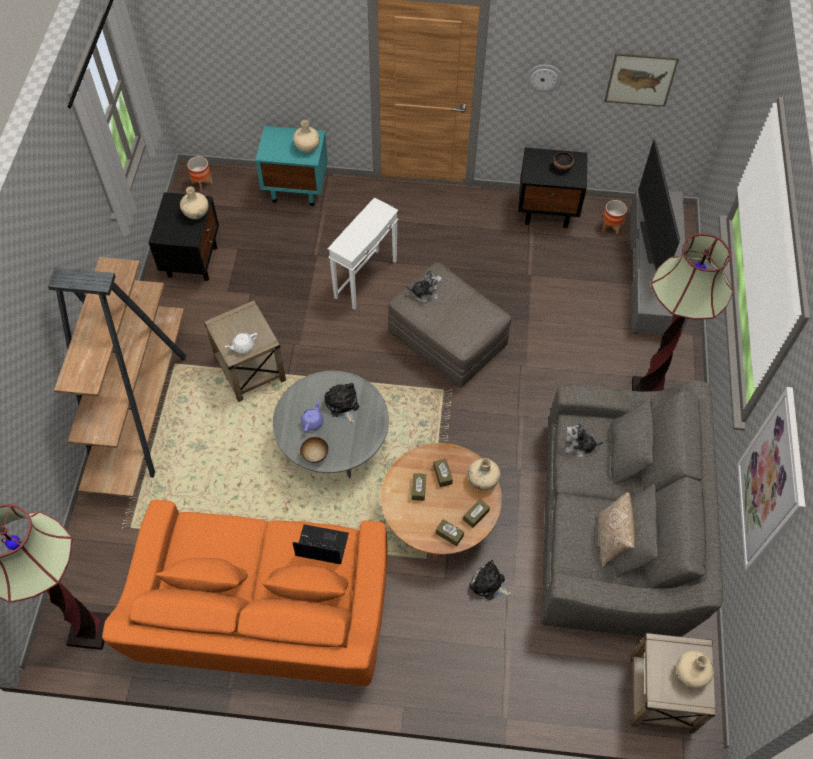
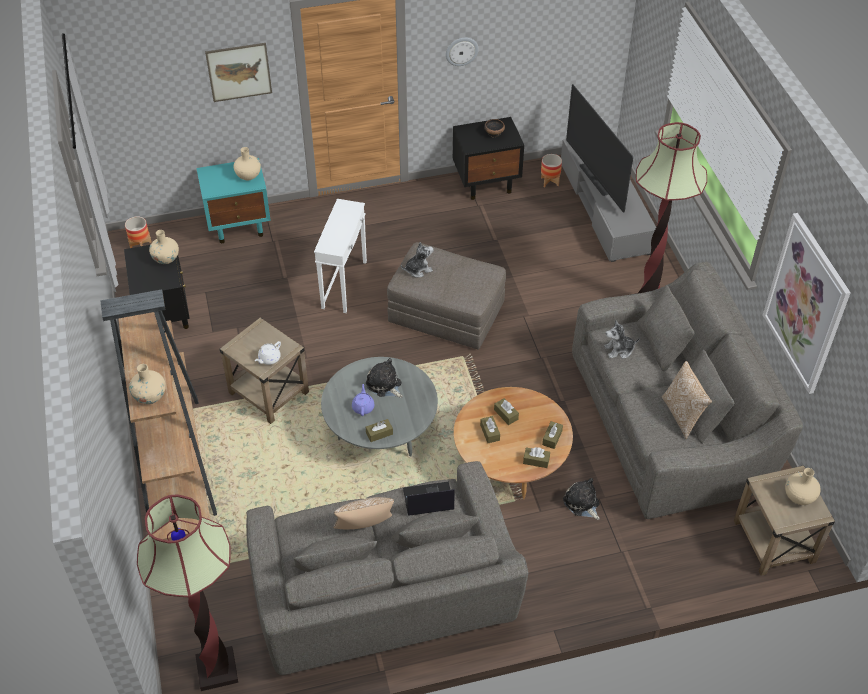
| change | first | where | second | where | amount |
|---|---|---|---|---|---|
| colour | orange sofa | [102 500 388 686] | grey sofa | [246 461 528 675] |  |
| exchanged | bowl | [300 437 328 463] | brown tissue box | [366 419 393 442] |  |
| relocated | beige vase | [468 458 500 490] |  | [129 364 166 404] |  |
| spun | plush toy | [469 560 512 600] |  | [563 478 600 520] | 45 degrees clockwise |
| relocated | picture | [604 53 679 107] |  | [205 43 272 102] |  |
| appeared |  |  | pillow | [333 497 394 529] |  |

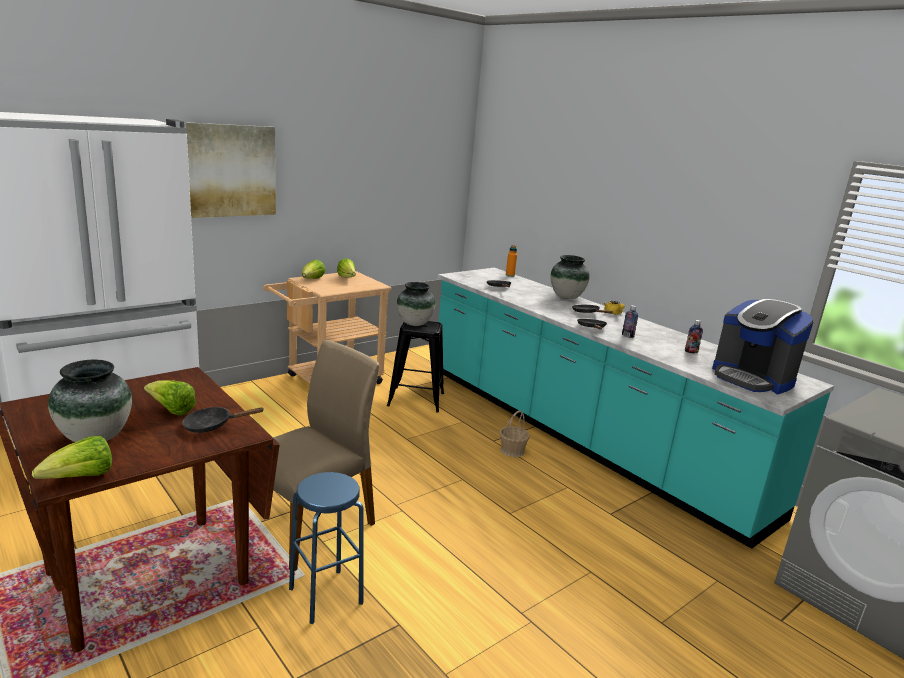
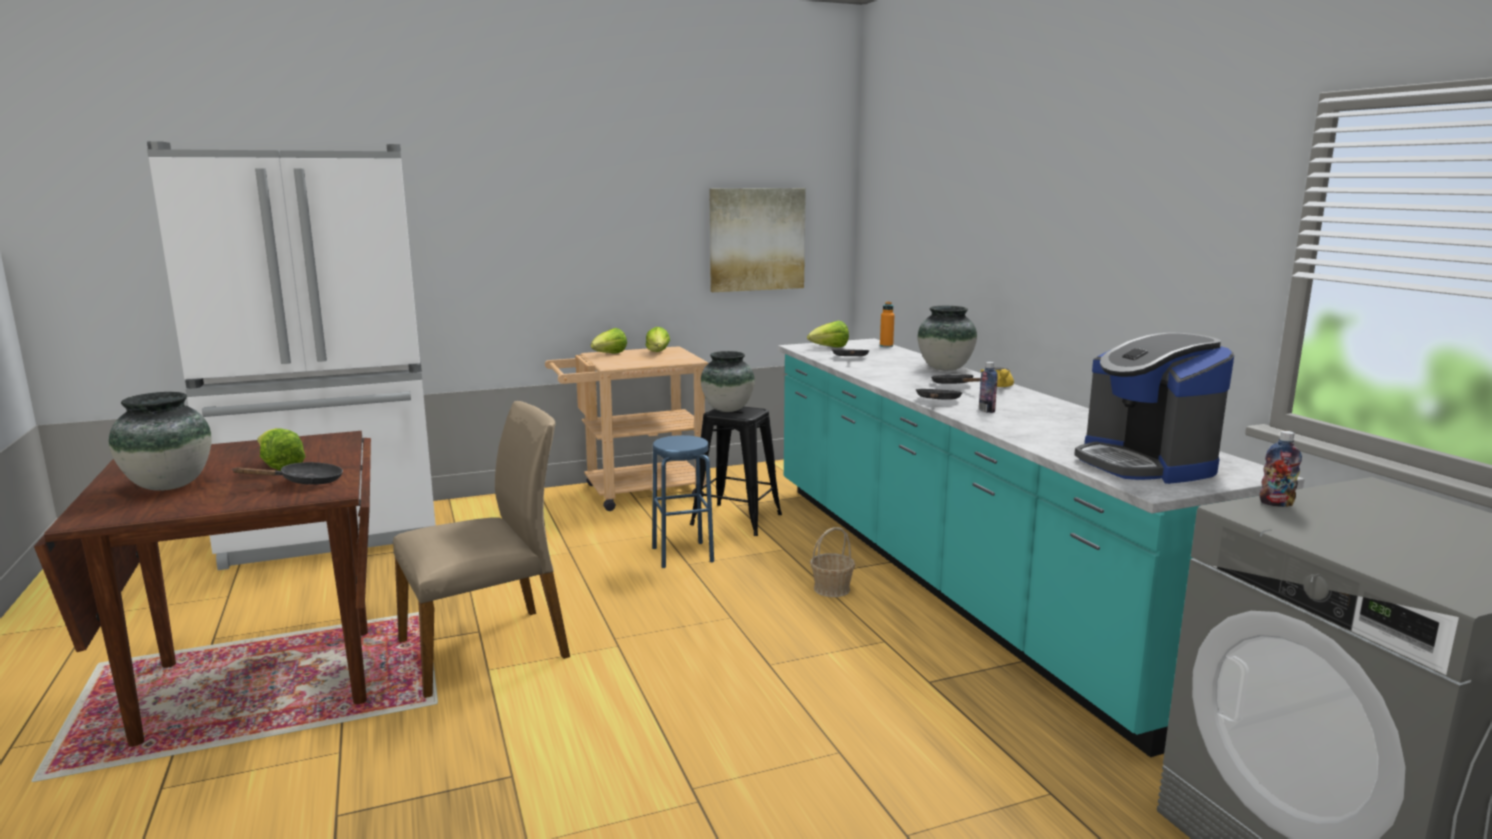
| change | first | where | second | where | amount |
|---|---|---|---|---|---|
| relocated | lettuce | [32 436 112 479] |  | [807 321 849 347] |  |
| spun | black frying pan | [182 407 264 433] |  | [231 462 343 485] | 150 degrees clockwise |
| relocated | picture | [186 122 276 218] |  | [710 188 806 292] |  |
| relocated | blue stool | [289 472 363 624] |  | [652 435 714 568] |  |
| relocated | bottle | [685 320 703 353] |  | [1260 431 1302 507] |  |

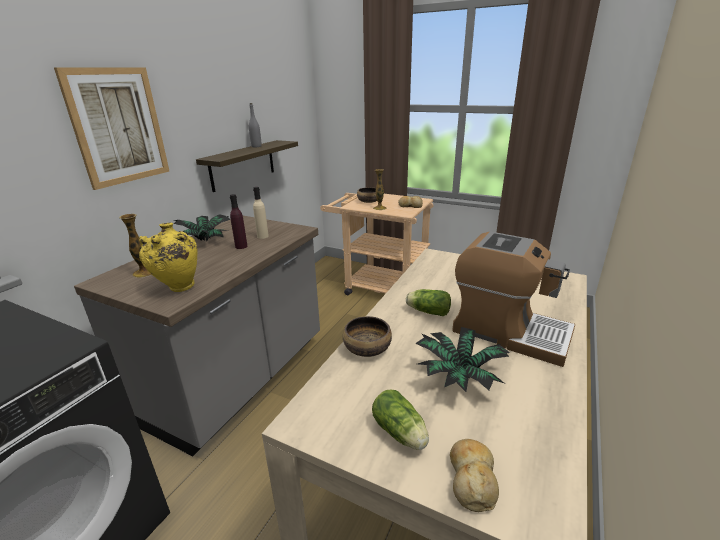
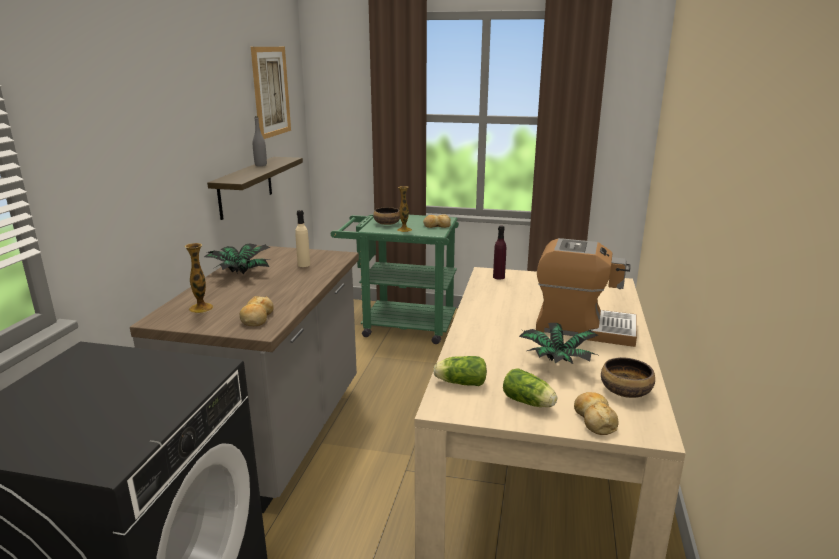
| change | first | where | second | where | amount |
|---|---|---|---|---|---|
| relocated | picture | [54 67 169 190] |  | [251 47 291 139] |  |
| exchanged | yellow vase | [139 223 198 292] | bread | [240 296 274 326] |  |
| relocated | purple bottle | [230 194 247 249] |  | [493 226 506 280] |  |
| colour | beige cart | [320 193 433 295] | green cart | [331 214 459 344] |  |
| relocated | bowl | [343 316 392 357] |  | [601 357 655 398] |  |
| relocated | lettuce | [406 289 451 316] |  | [433 356 487 386] |  |

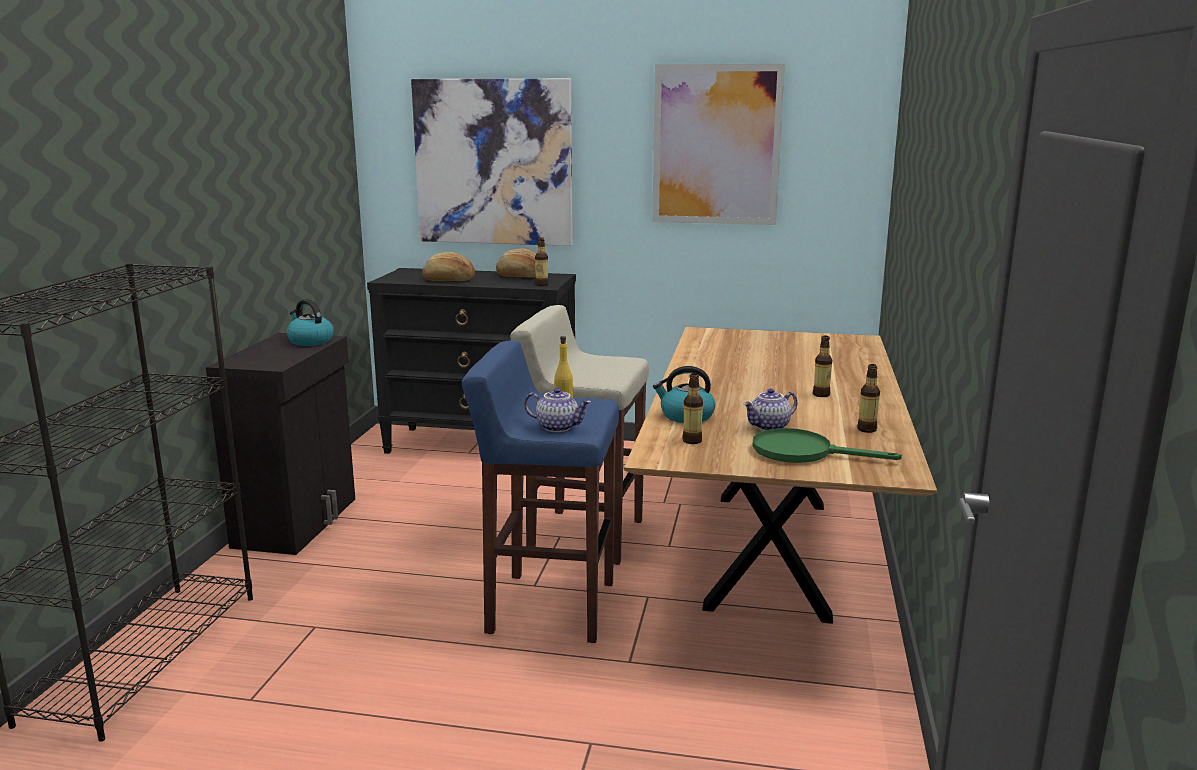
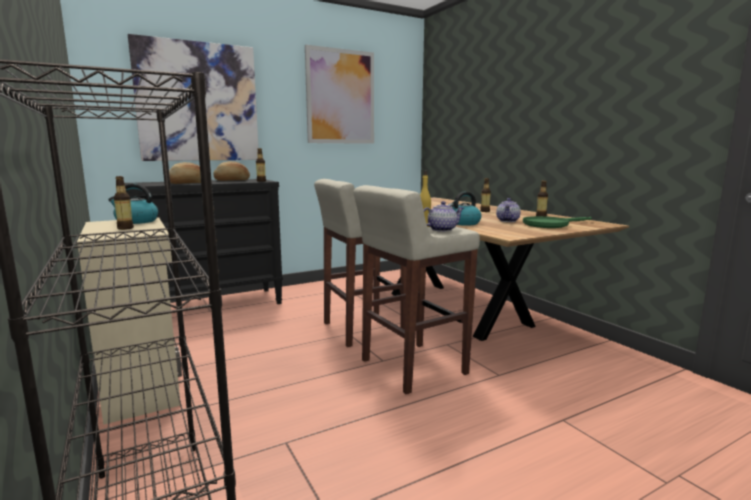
| change | first | where | second | where | amount |
|---|---|---|---|---|---|
| colour | black cabinet | [206 333 355 555] | beige cabinet | [77 217 182 425] |  |
| colour | blue stool | [462 340 619 643] | beige stool | [354 185 480 394] |  |
| relocated | bottle | [682 373 703 444] |  | [114 176 134 230] |  |

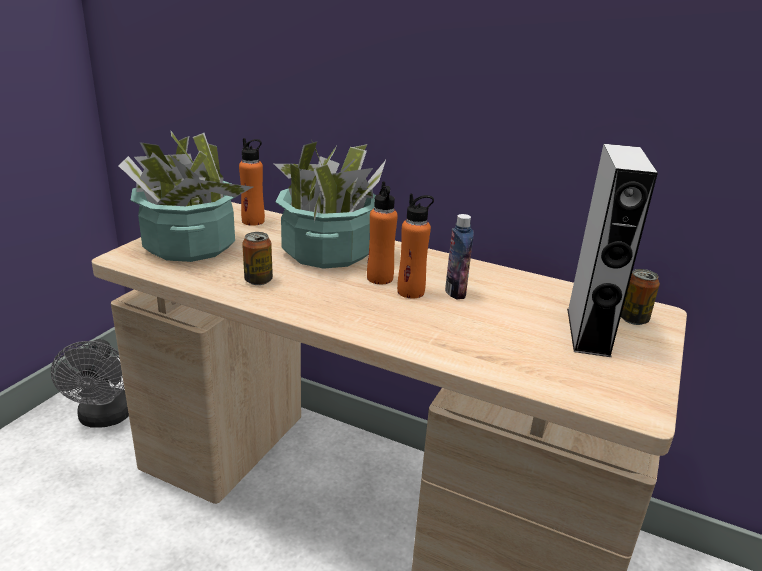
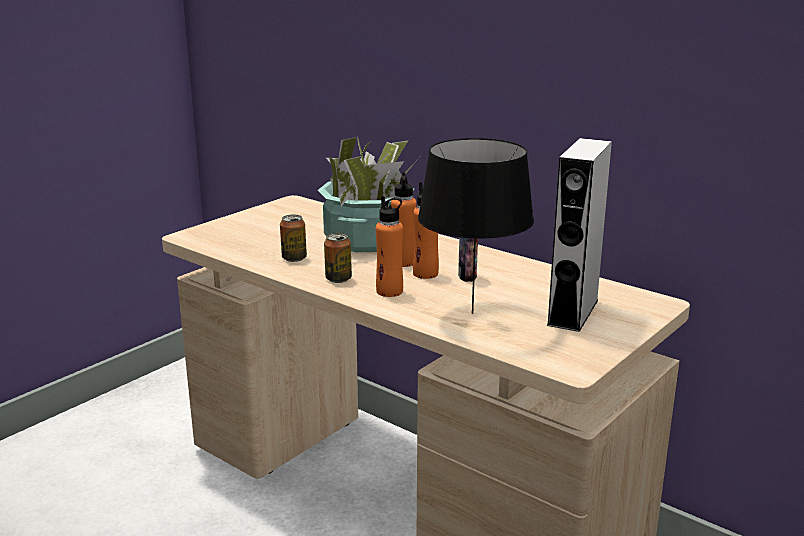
| change | first | where | second | where | amount |
|---|---|---|---|---|---|
| missing | grey fan | [51 339 129 428] |  |  |  |
| missing | potted plant | [119 131 253 262] |  |  |  |
| relocated | orange bottle | [239 138 265 226] |  | [376 196 403 297] |  |
| relocated | can | [621 269 660 325] |  | [324 233 352 283] |  |
| appeared |  |  | black table lamp | [418 138 534 314] |  |

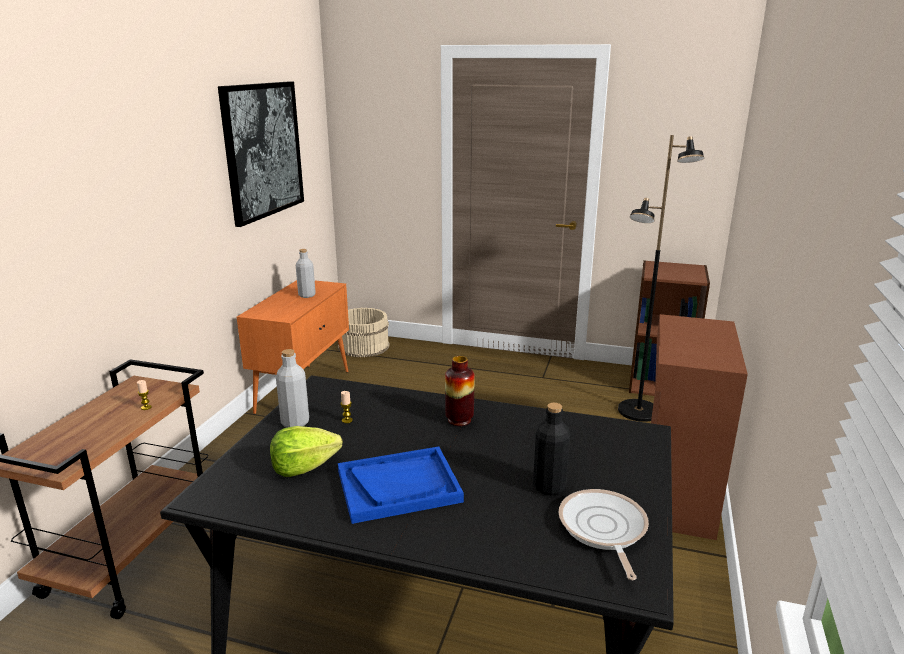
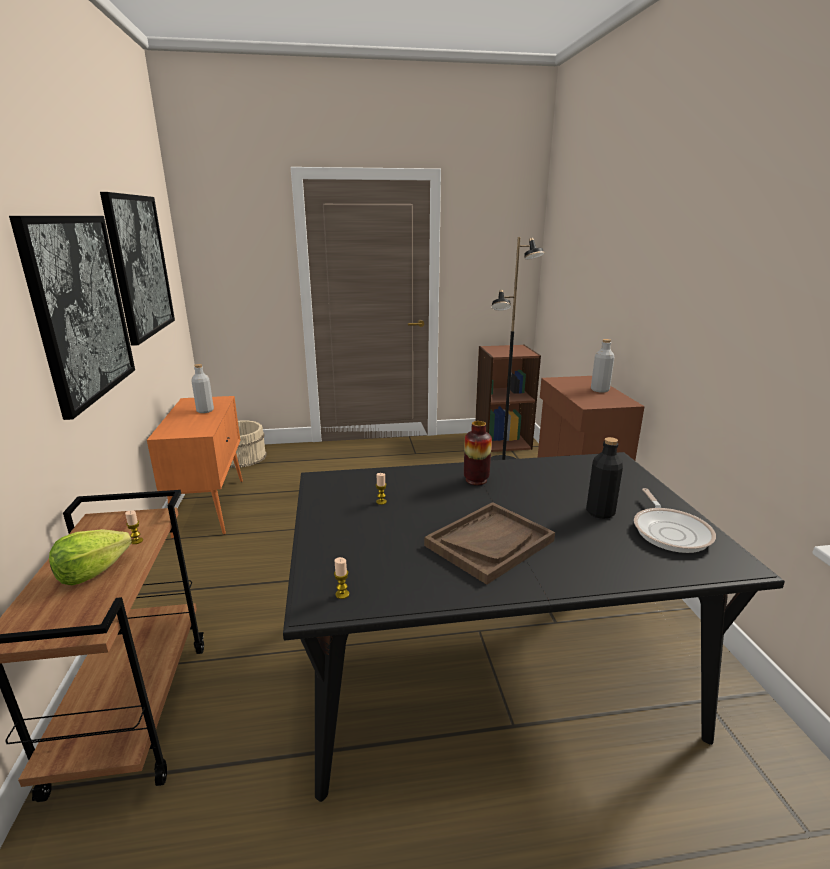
| change | first | where | second | where | amount |
|---|---|---|---|---|---|
| relocated | lettuce | [270 426 343 477] |  | [49 529 132 585] |  |
| relocated | grey bottle | [276 349 309 428] |  | [591 339 614 393] |  |
| colour | blue tray | [338 446 464 524] | brown tray | [424 502 555 585] |  |
| spun | frying pan | [558 489 649 580] |  | [634 488 716 553] | 150 degrees counterclockwise |
| appeared |  |  | picture | [9 216 135 420] |  |
| appeared |  |  | candle | [334 557 350 599] |  |

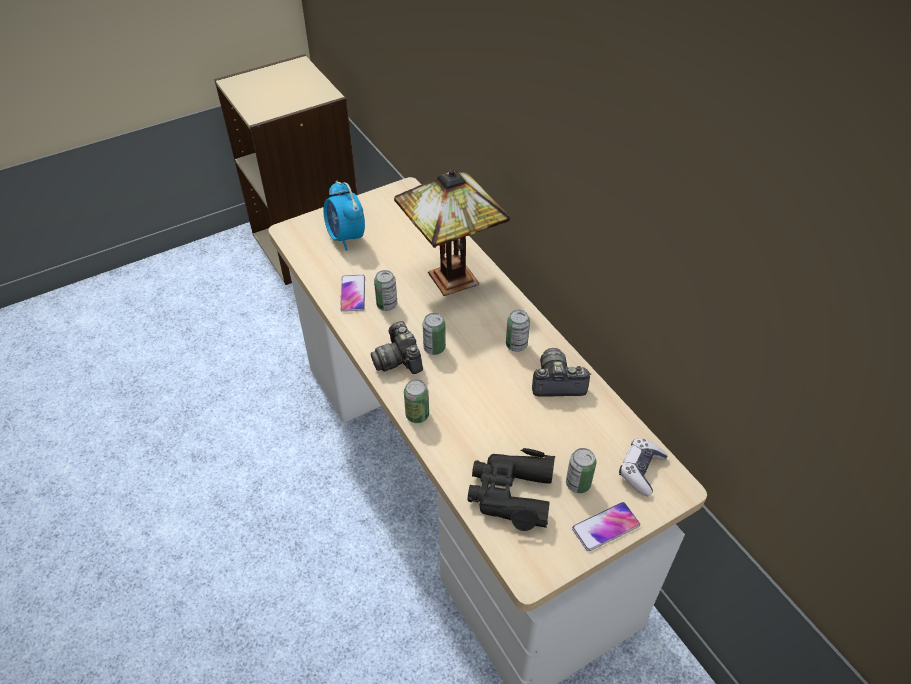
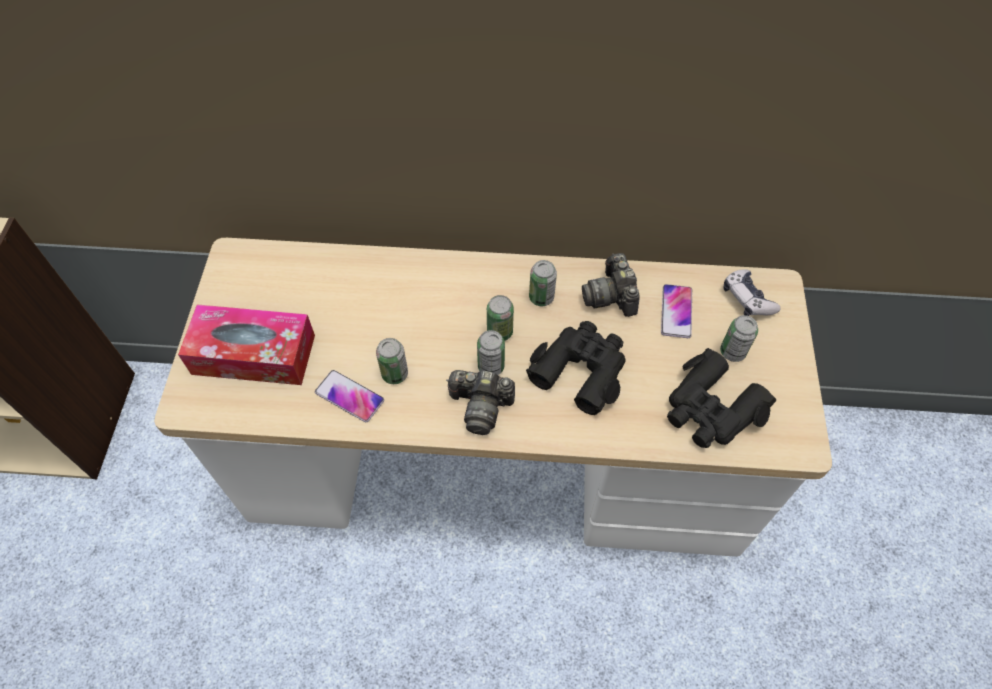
| change | first | where | second | where | amount |
|---|---|---|---|---|---|
| exchanged | alarm clock | [323 181 365 251] | tissue box | [178 305 315 385] |  |
| missing | table lamp | [394 170 510 296] |  |  |  |
| relocated | can | [404 379 429 423] |  | [487 295 514 341] |  |
| spun | photo camera | [532 348 591 397] |  | [582 253 640 317] | 45 degrees counterclockwise |
| relocated | phone | [572 502 640 551] |  | [661 284 692 338] |  |
| appeared |  |  | black binoculars | [526 321 626 415] |  |

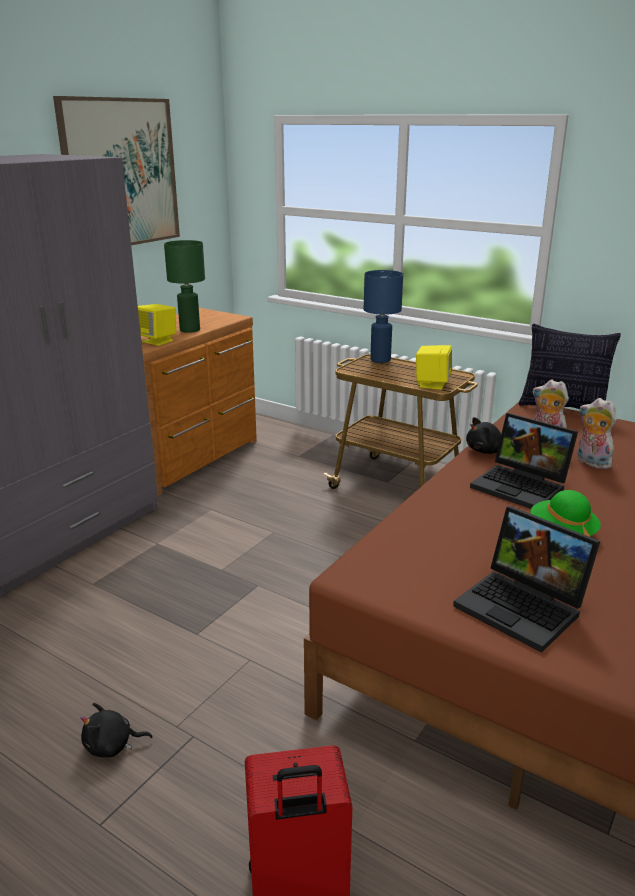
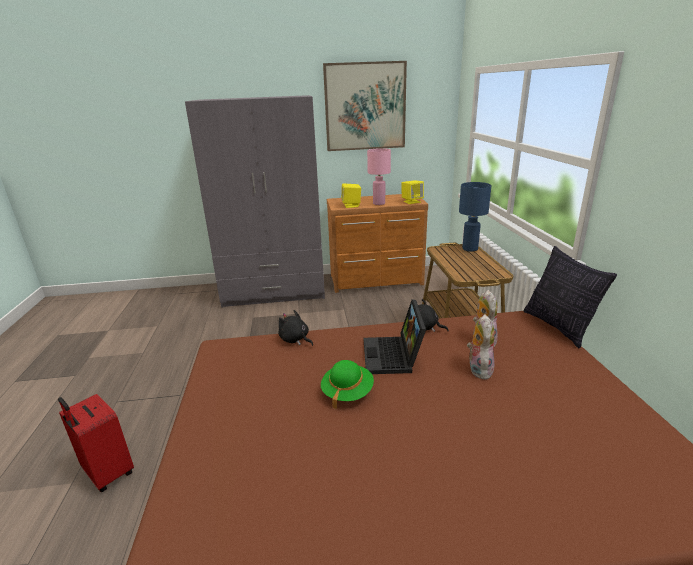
| change | first | where | second | where | amount |
|---|---|---|---|---|---|
| relocated | black plush toy | [80 703 152 757] |  | [278 310 313 346] |  |
| colour | green table lamp | [164 240 205 333] | pink table lamp | [367 148 391 205] |  |
| relocated | yellow speaker | [416 345 452 390] |  | [401 180 424 204] |  |
| missing | laptop | [453 506 600 653] |  |  |  |

